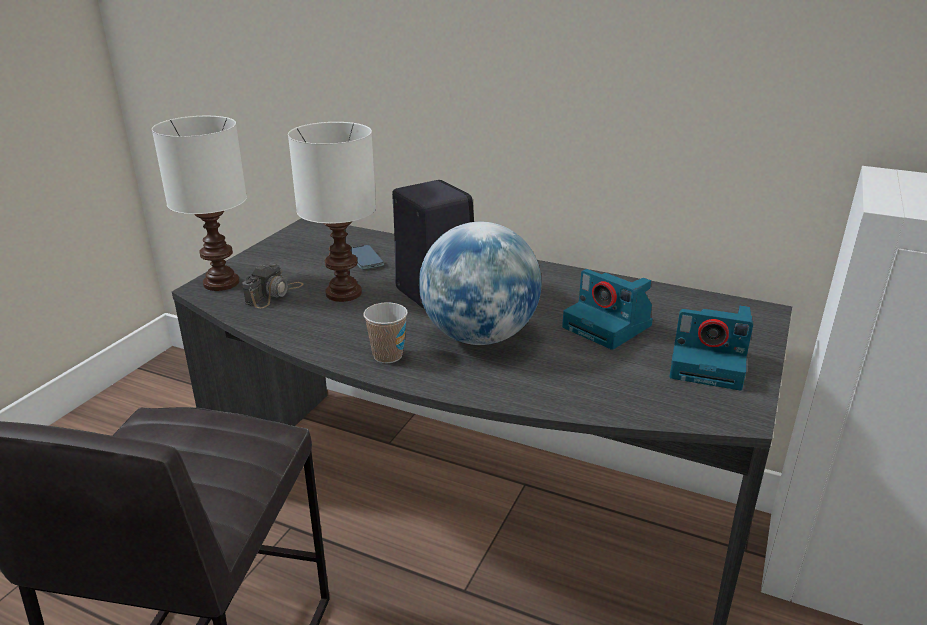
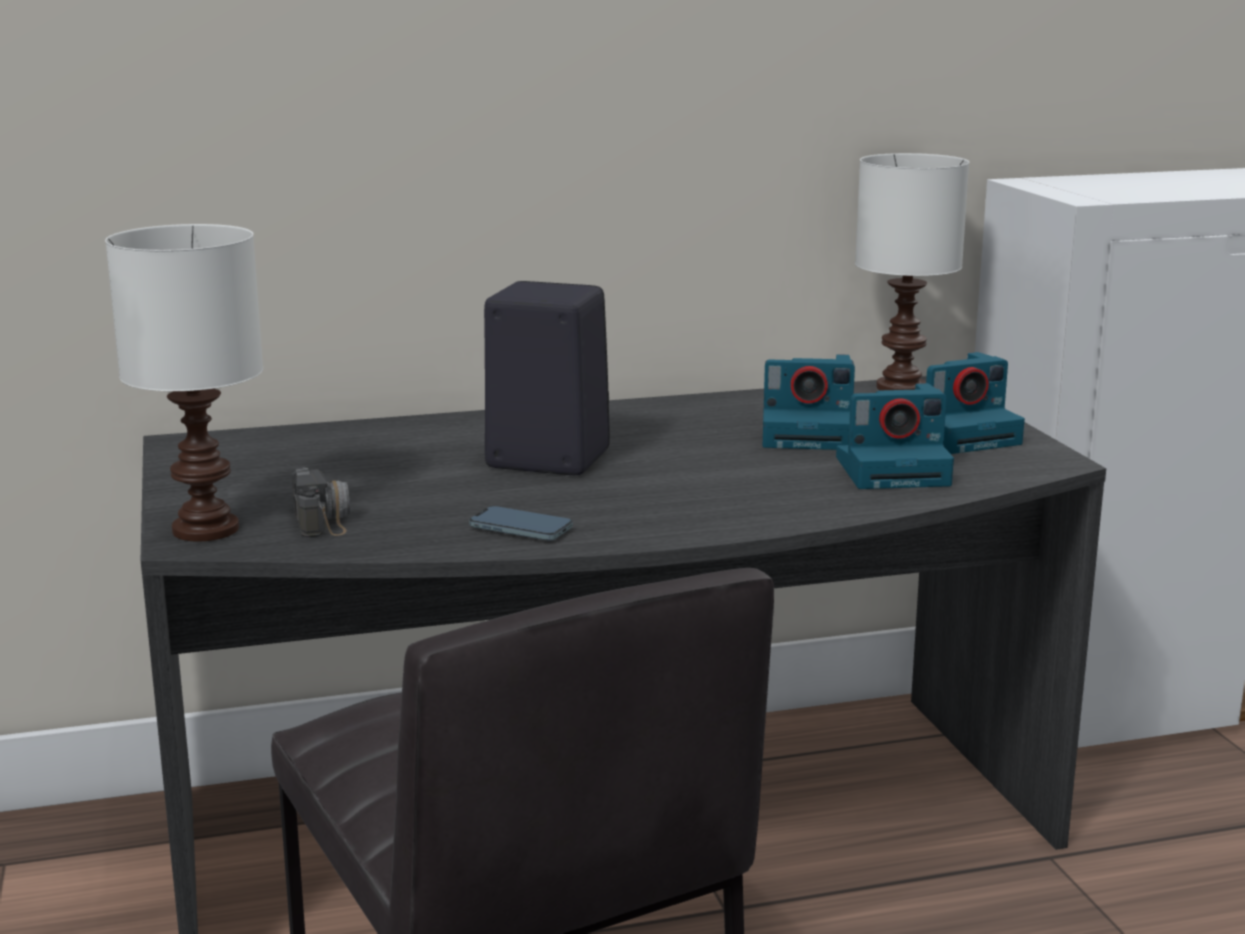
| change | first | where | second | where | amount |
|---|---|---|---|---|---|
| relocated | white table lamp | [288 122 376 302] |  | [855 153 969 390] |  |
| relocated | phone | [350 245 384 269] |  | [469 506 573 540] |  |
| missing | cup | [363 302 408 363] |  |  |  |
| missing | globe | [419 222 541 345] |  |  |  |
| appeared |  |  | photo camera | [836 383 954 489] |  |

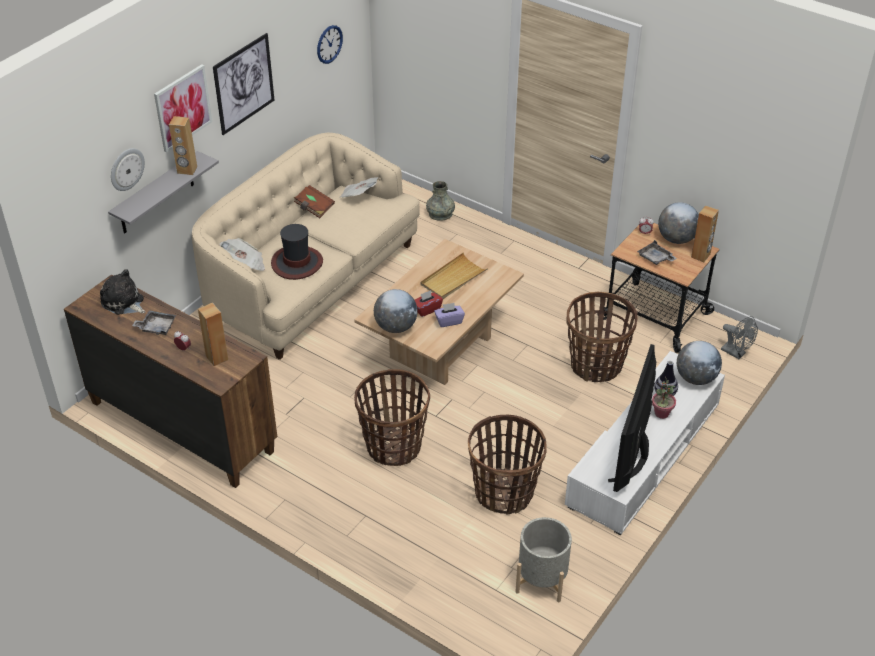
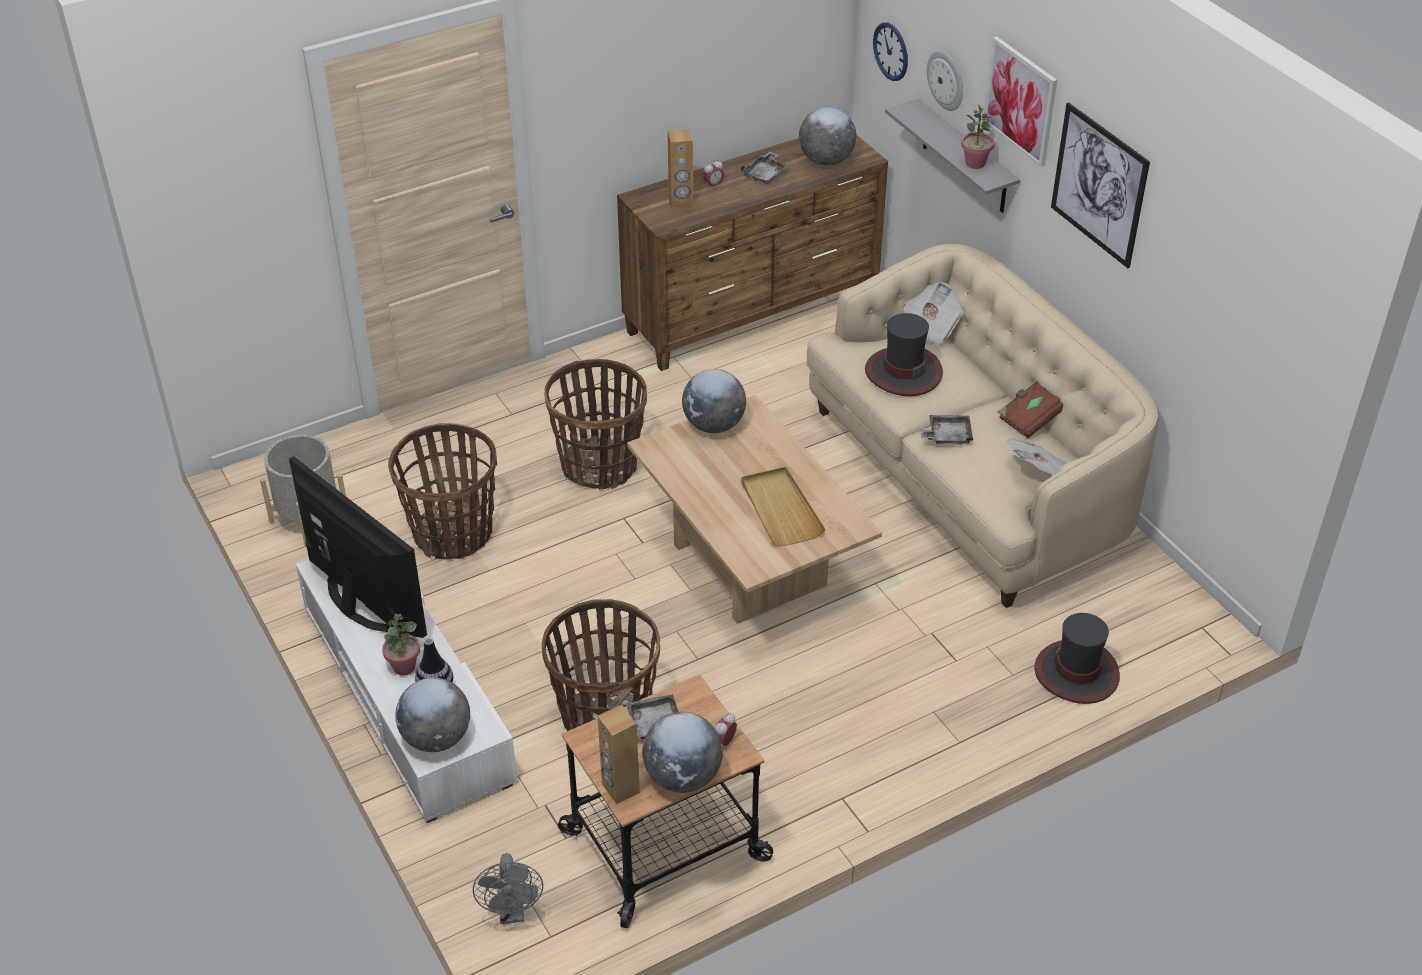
| change | first | where | second | where | amount |
|---|---|---|---|---|---|
| exchanged | plush toy | [100 269 145 315] | globe | [799 107 856 166] |  |
| exchanged | brown speaker | [169 116 197 175] | potted plant | [961 104 994 169] |  |
| relocated | wall clock | [317 25 343 64] |  | [873 22 908 81] |  |
| missing | red tissue box | [415 290 443 317] |  |  |  |
| exchanged | grey vase | [426 181 455 221] | hat | [1034 613 1120 704] |  |
| missing | purple tissue box | [434 303 465 327] |  |  |  |
| spun | grey fan | [721 316 758 359] |  | [473 853 543 924] | 75 degrees counterclockwise |
| appeared |  |  | grey tray | [920 415 973 445] |  |

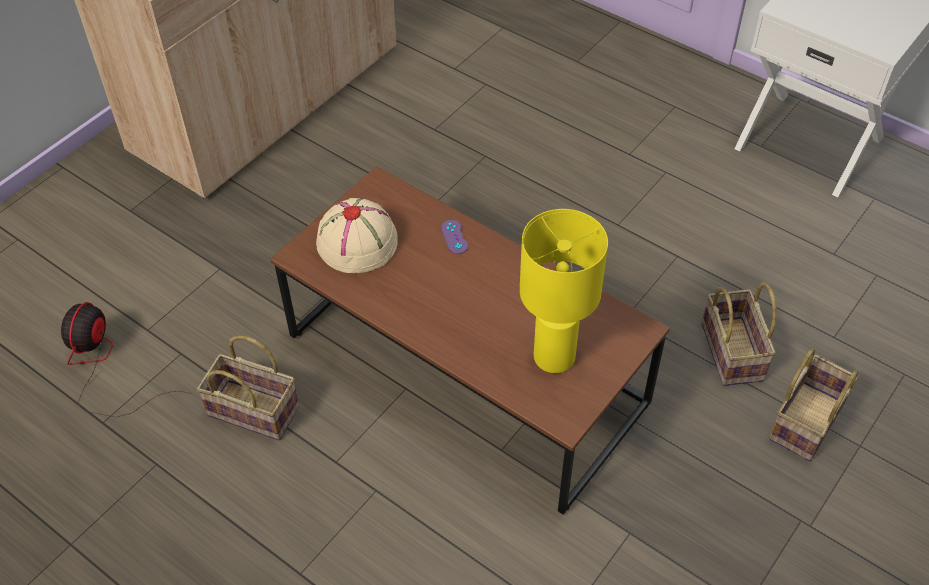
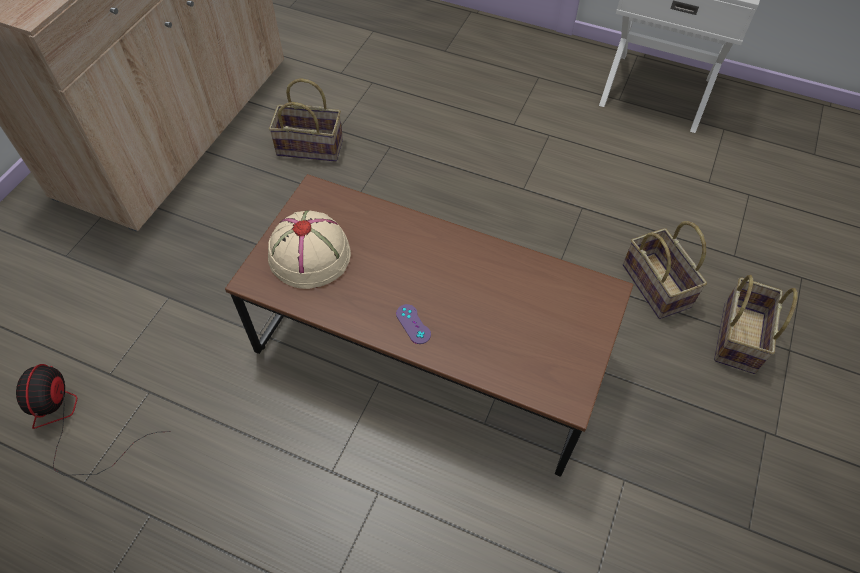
| change | first | where | second | where | amount |
|---|---|---|---|---|---|
| relocated | basket | [197 335 299 440] |  | [269 78 343 162] |  |
| relocated | purple game controller | [441 220 468 254] |  | [396 304 431 344] |  |
| missing | yellow table lamp | [520 209 608 373] |  |  |  |

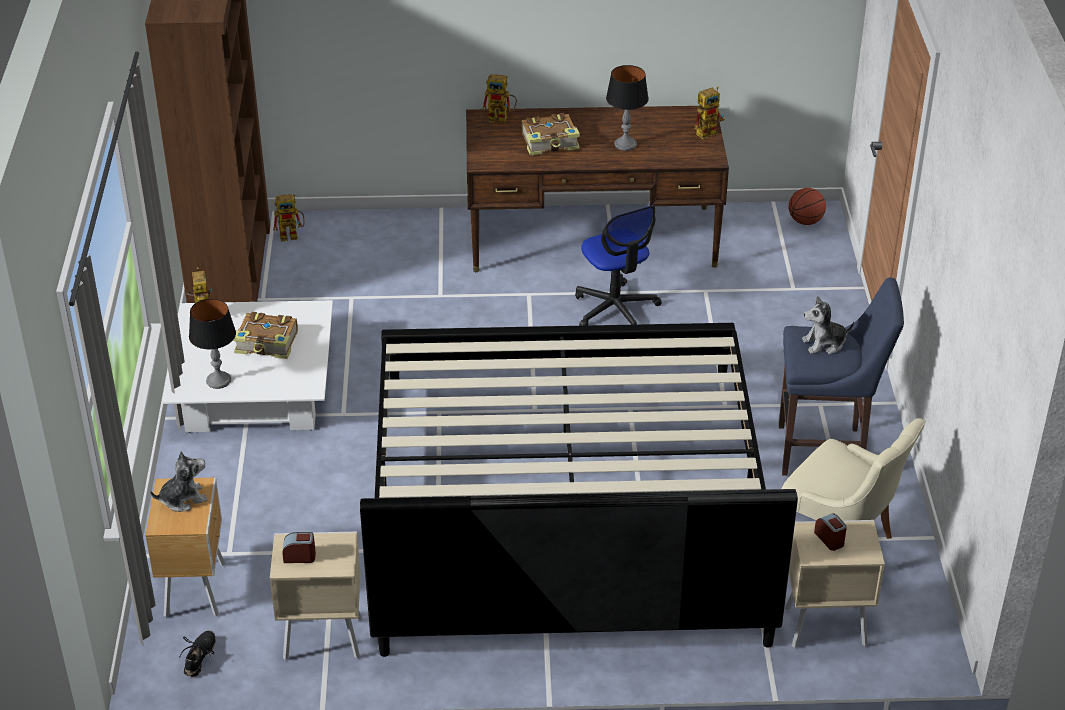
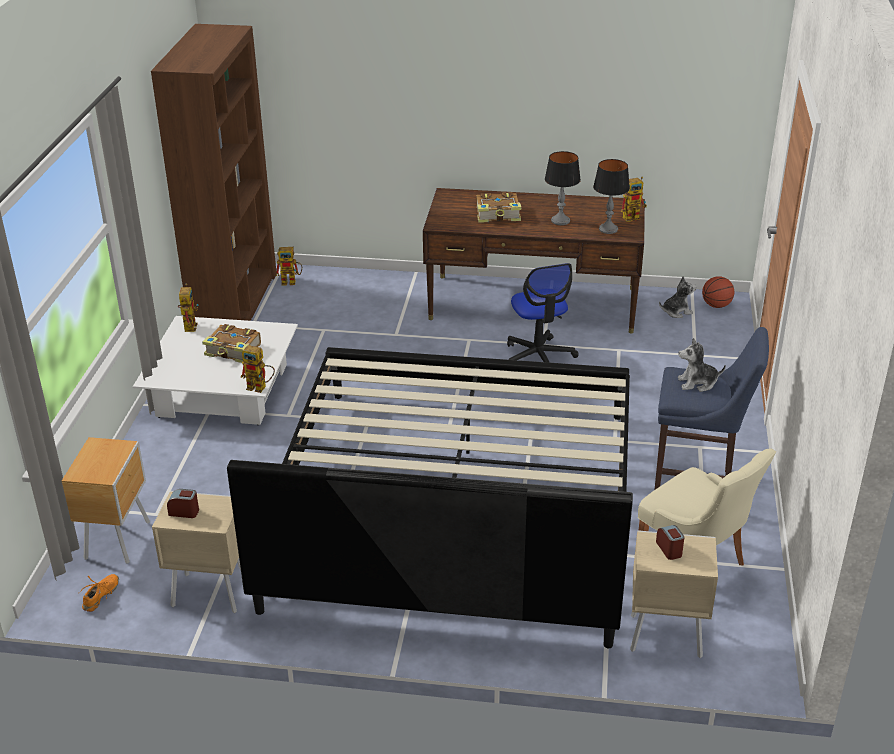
| change | first | where | second | where | amount |
|---|---|---|---|---|---|
| relocated | plush toy | [150 451 208 512] |  | [659 276 697 318] |  |
| colour | black shoe | [179 631 216 677] | orange shoe | [79 574 119 612] |  |
| relocated | table lamp | [189 299 236 389] |  | [593 159 630 234] |  |
| relocated | toy robot | [482 74 517 124] |  | [241 345 275 393] |  |

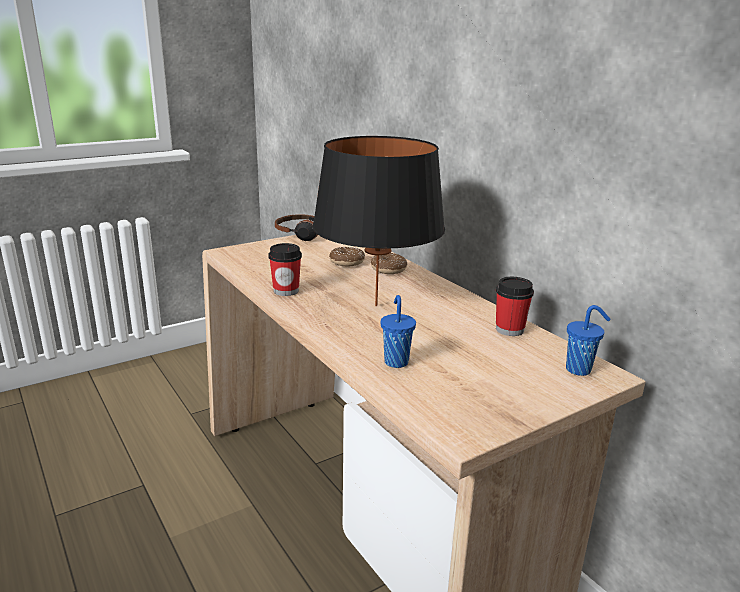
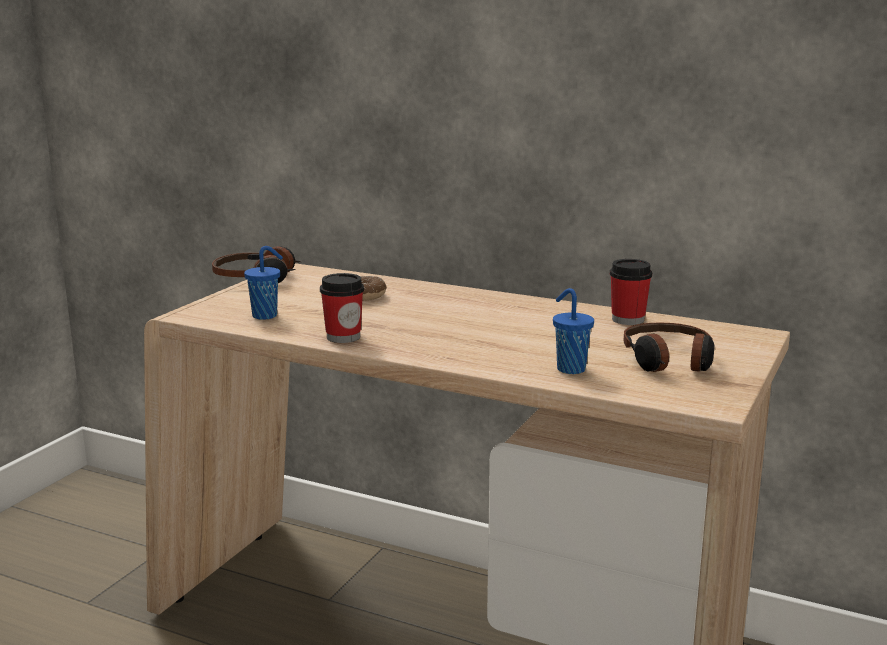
| change | first | where | second | where | amount |
|---|---|---|---|---|---|
| missing | black table lamp | [312 136 445 306] |  |  |  |
| missing | donut | [371 253 408 274] |  |  |  |
| relocated | blue cup | [566 305 611 376] |  | [244 246 283 320] |  |
| appeared |  |  | headphones | [624 323 714 372] |  |

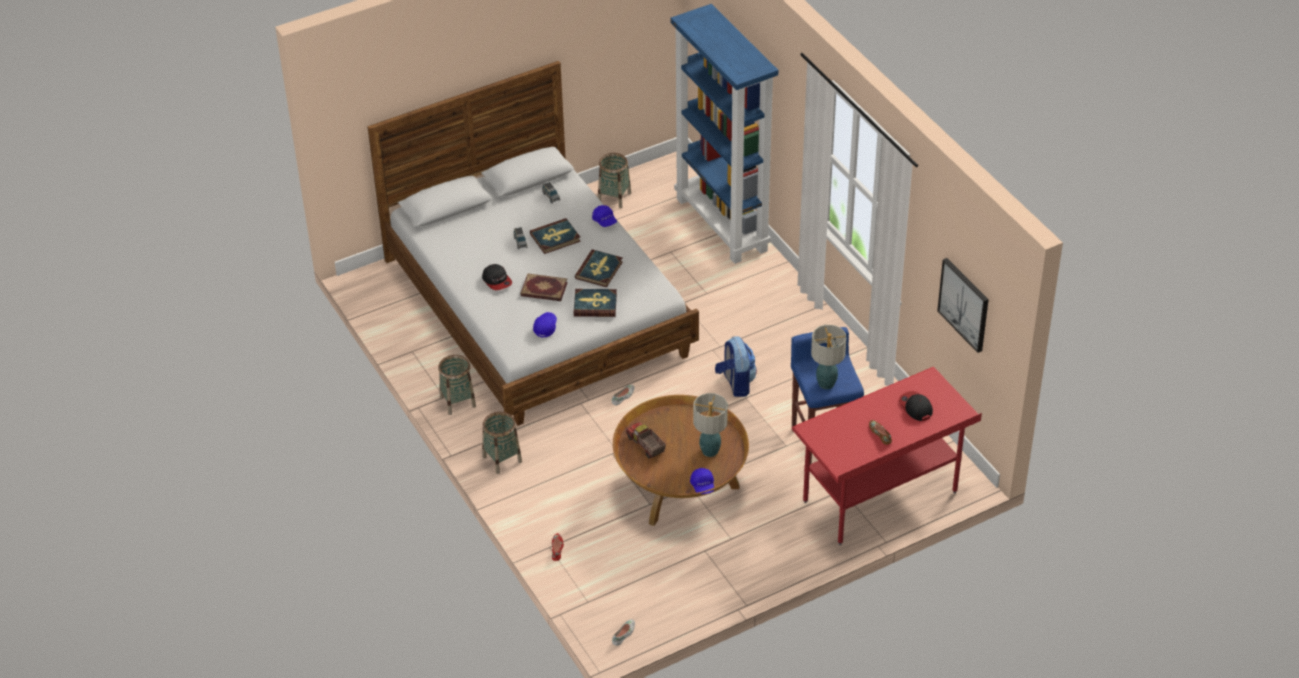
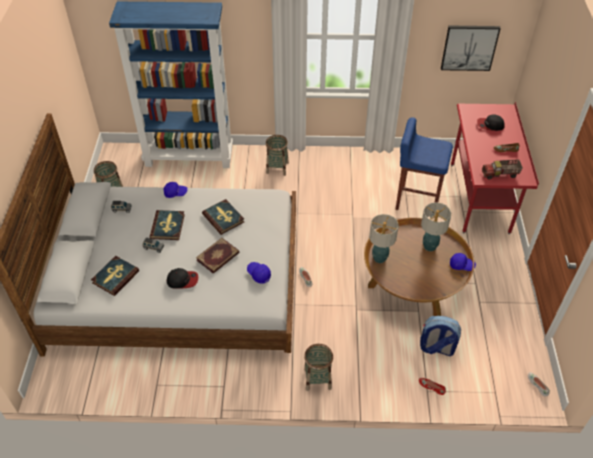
| change | first | where | second | where | amount |
|---|---|---|---|---|---|
| relocated | basket | [438 355 476 415] |  | [266 135 289 176] |  |
| relocated | book | [574 289 617 317] |  | [91 256 139 296] |  |
| relocated | toy truck | [626 422 666 458] |  | [482 160 523 180] |  |
| relocated | backpack | [715 336 757 397] |  | [420 316 461 356] |  |
| relocated | table lamp | [811 325 846 389] |  | [369 214 399 263] |  |

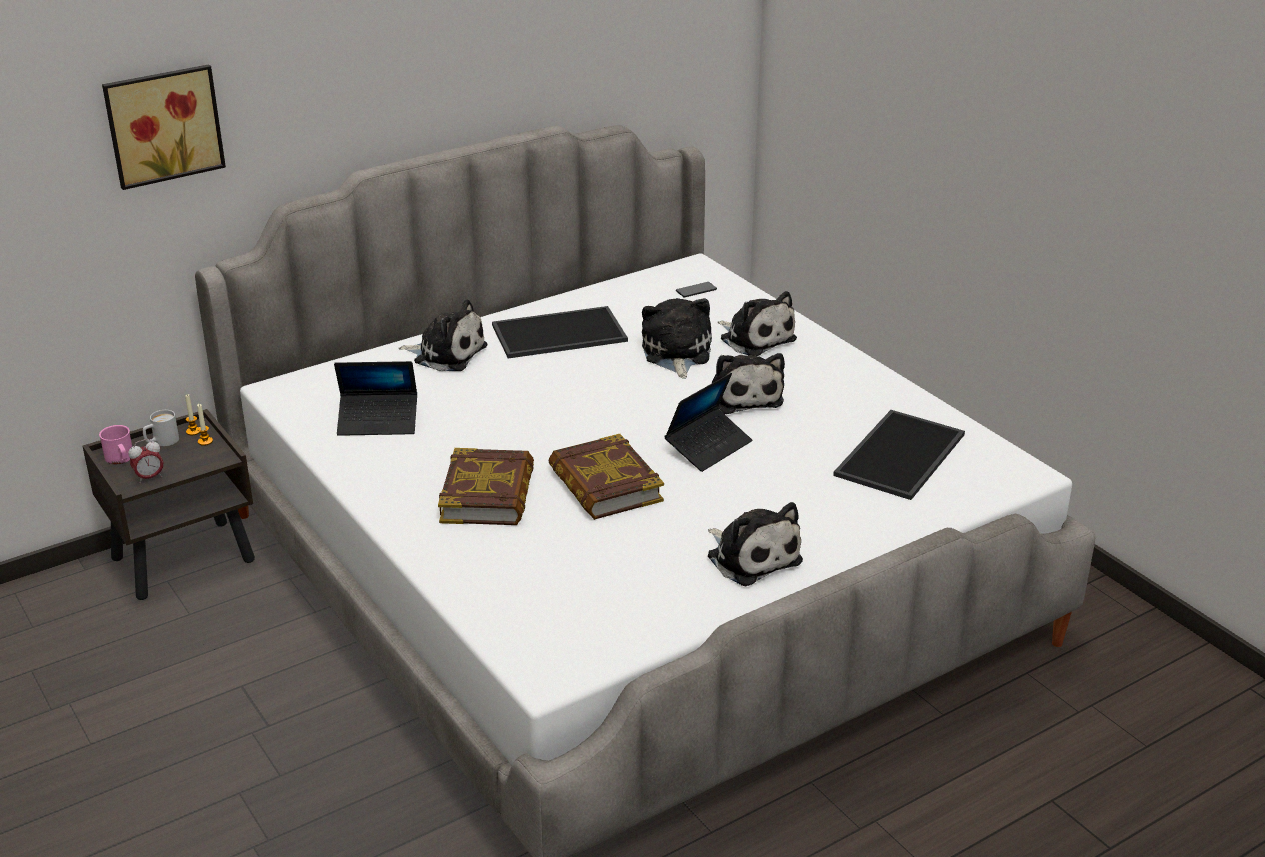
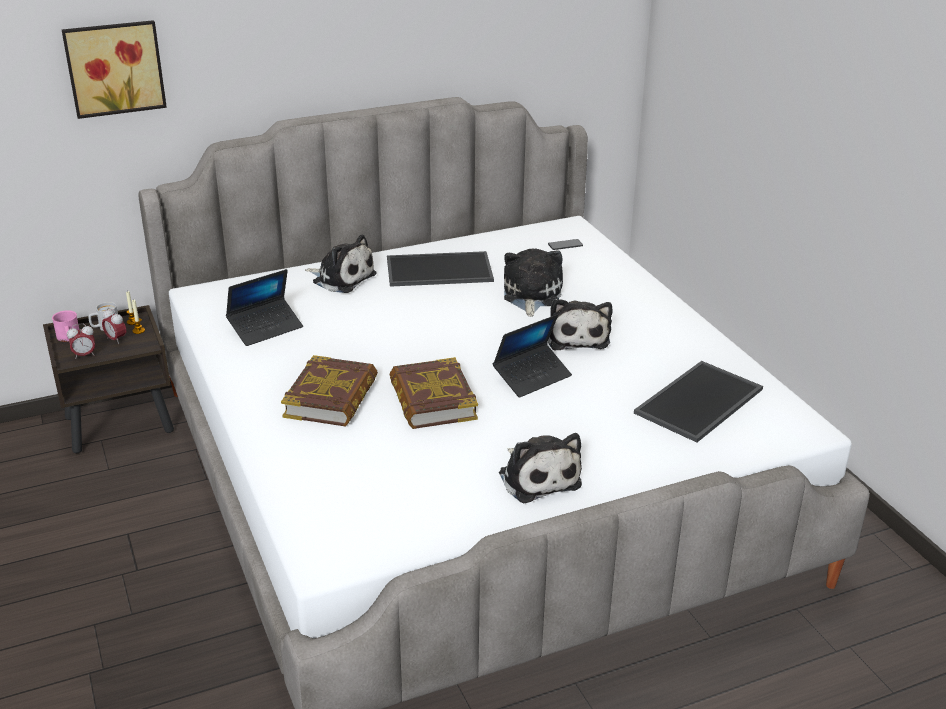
| change | first | where | second | where | amount |
|---|---|---|---|---|---|
| spun | laptop | [334 361 417 436] |  | [226 269 303 346] | 45 degrees counterclockwise |
| missing | plush toy | [718 291 797 356] |  |  |  |
| appeared |  |  | alarm clock | [102 308 126 344] |  |

